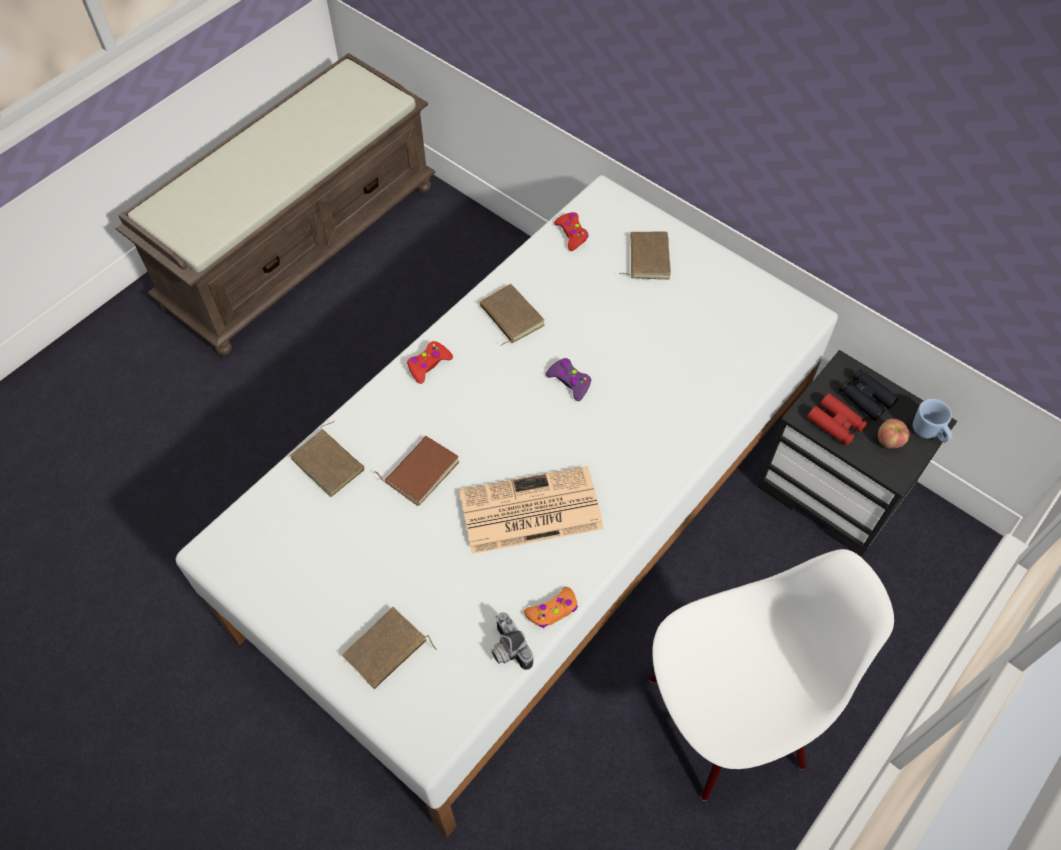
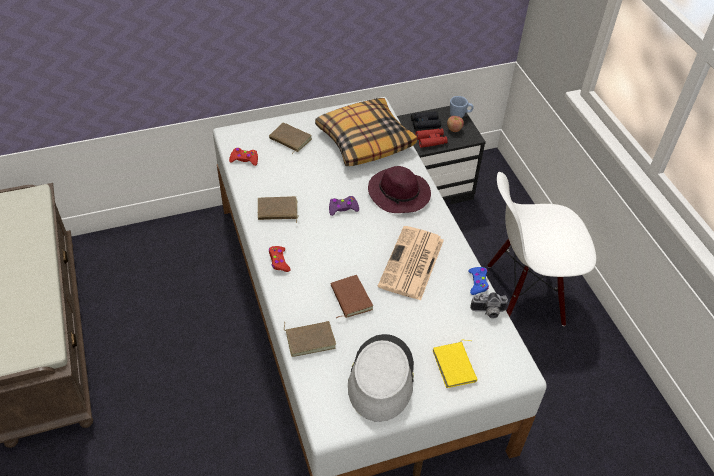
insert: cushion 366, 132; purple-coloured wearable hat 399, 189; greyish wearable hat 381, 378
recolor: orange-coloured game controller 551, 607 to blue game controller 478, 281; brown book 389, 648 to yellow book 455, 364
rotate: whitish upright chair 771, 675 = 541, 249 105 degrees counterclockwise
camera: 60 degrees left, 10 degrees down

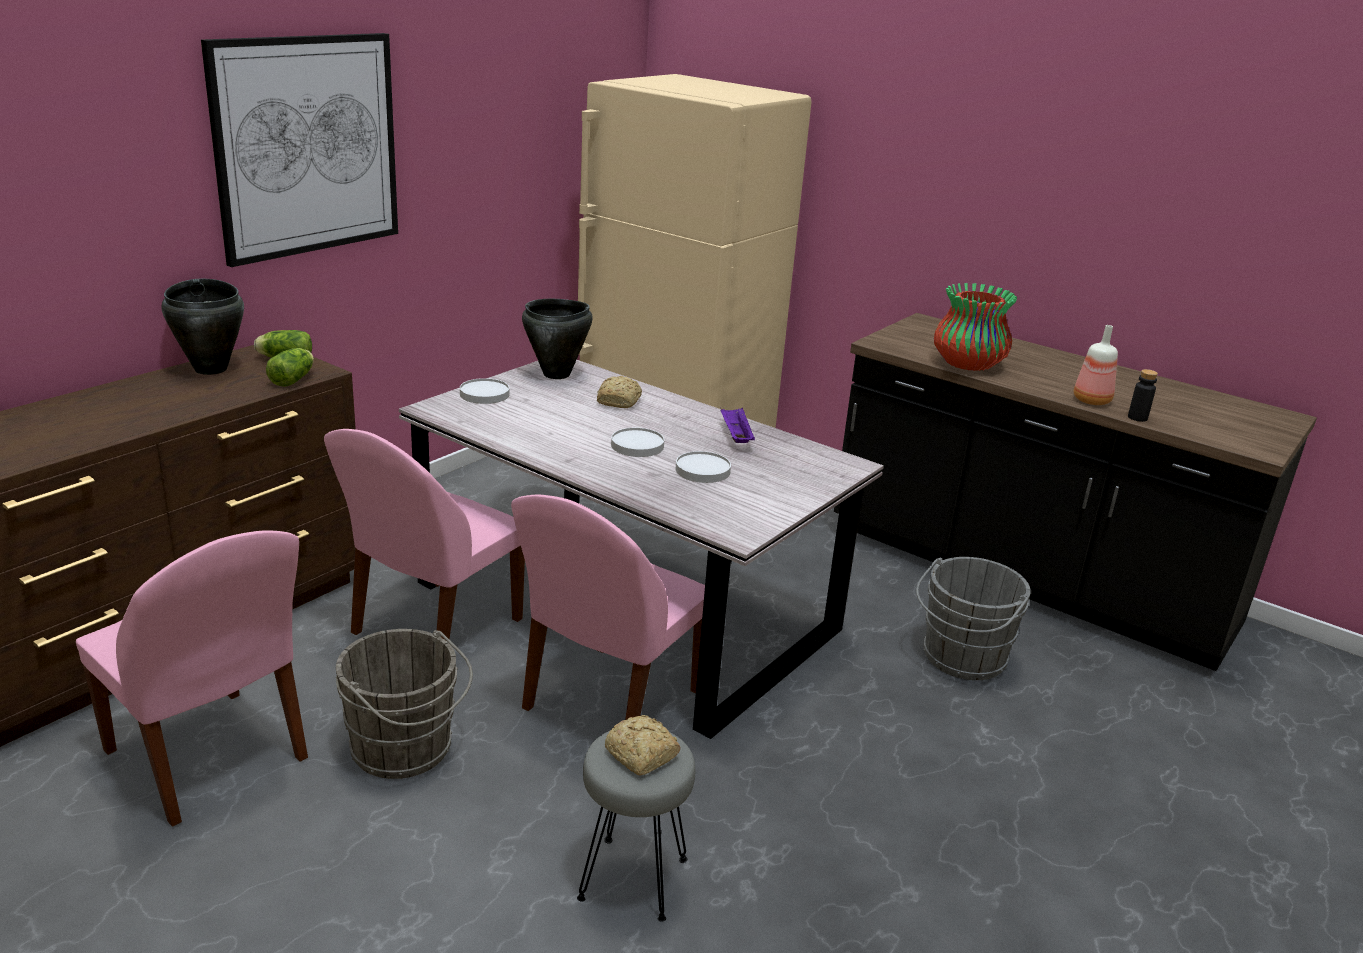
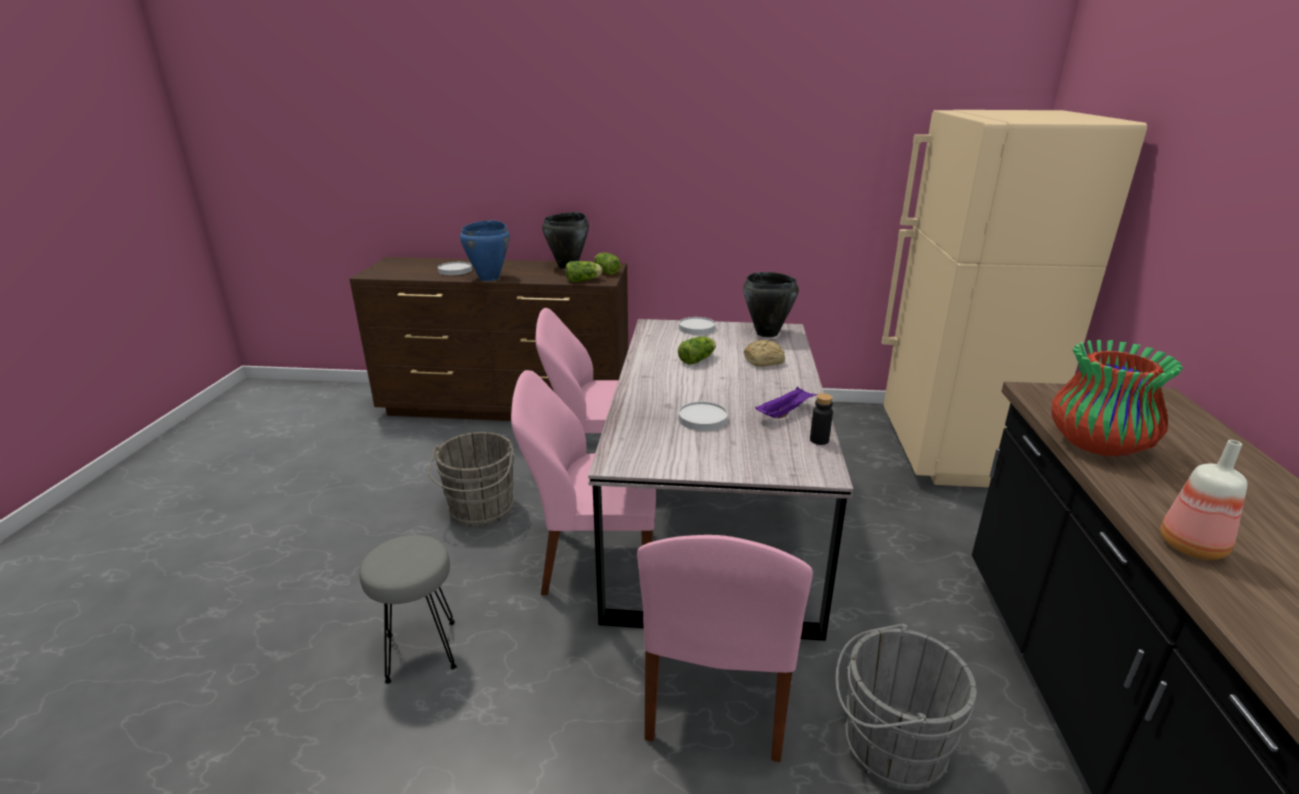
delete: picture 299, 150; bread 642, 745
insert: blue cooking pot 485, 250; lettuce head 697, 350
move: black bottle 1143, 395 to 821, 419; whitish flat dish 637, 442 to 455, 268; pink upright chair 192, 678 to 725, 648
camera: 60 degrees right, 0 degrees up

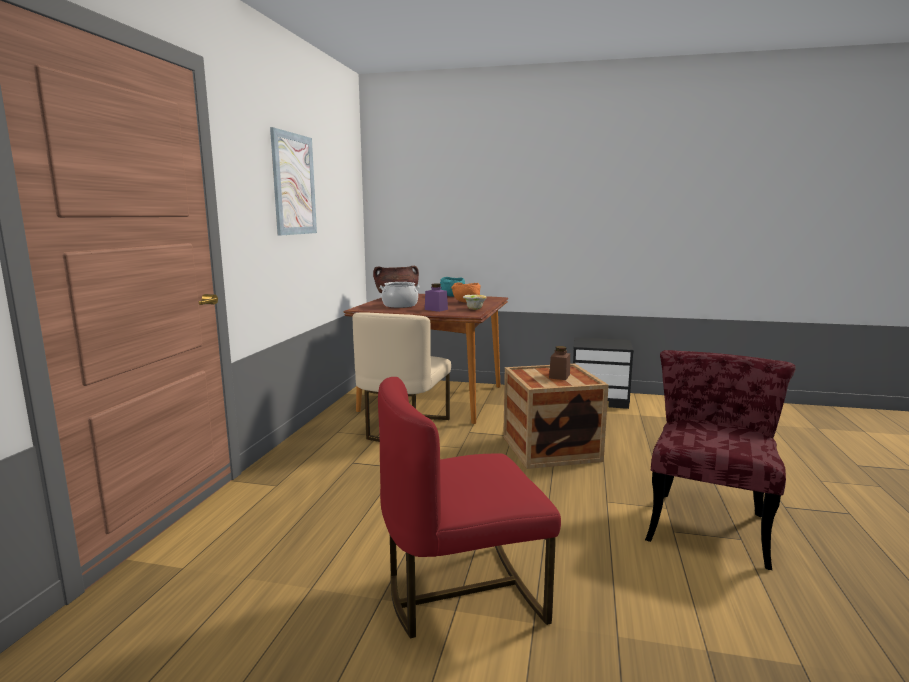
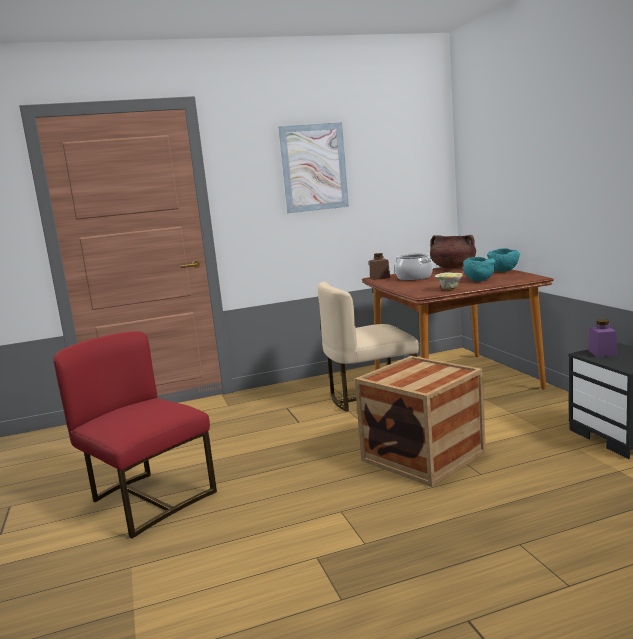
delete: red-coloured upright chair 720, 460
move: purple-coloured preserve jar 436, 297 to 602, 338; brown preserve jar 559, 363 to 379, 266
recolor: orange-coloured bowl 466, 292 to blue-green bowl 479, 269
camera: 60 degrees right, 0 degrees up

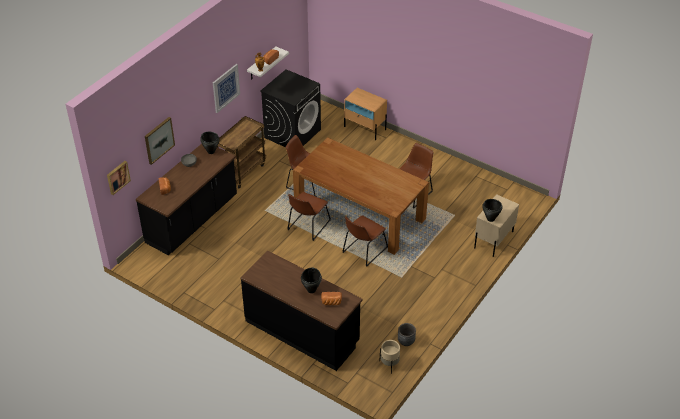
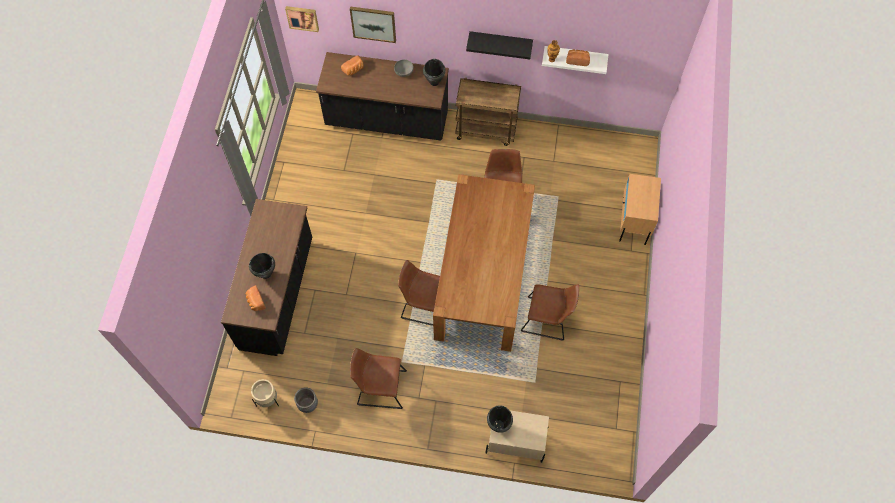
delete: black laundry machine 290, 108
move: brown upright chair 309, 216 to 378, 378
replace: picture 226, 88 to black wall shelf 499, 45
camera: 65 degrees right, 20 degrees up

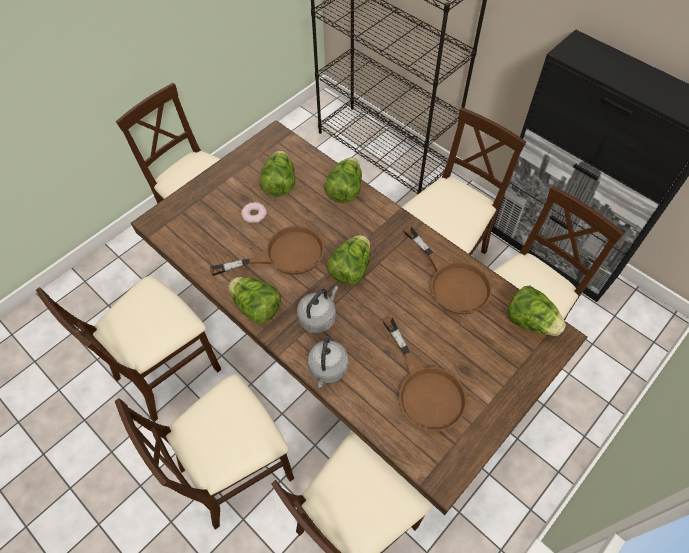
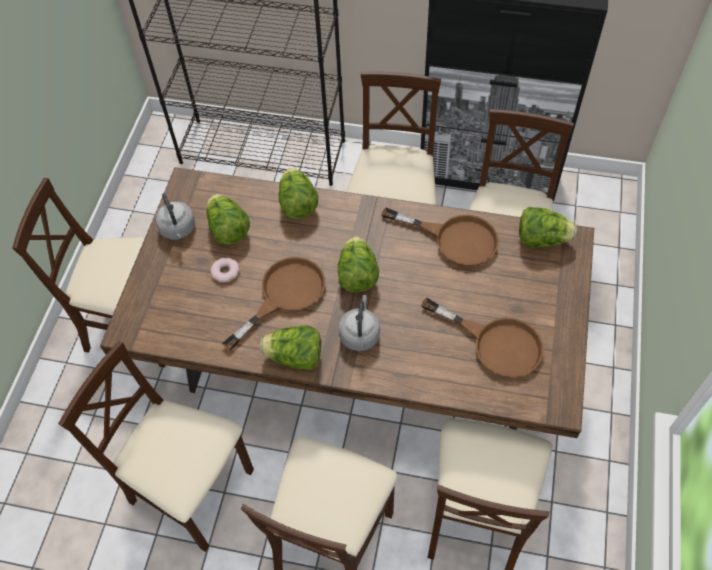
move: greyish kettle 328, 361 to 175, 216
rotate: beige-coloured upright chair 128, 349 = 156, 446 105 degrees clockwise
camera: 30 degrees left, 0 degrees up

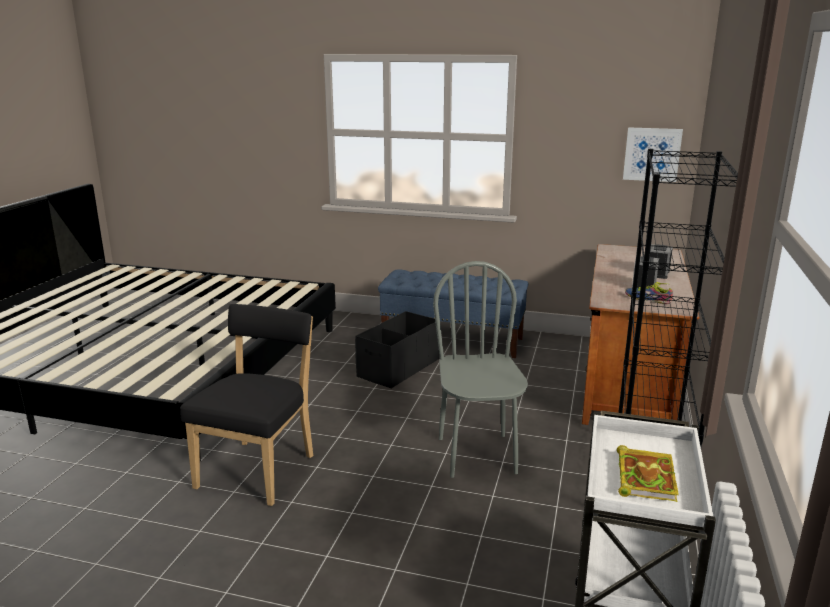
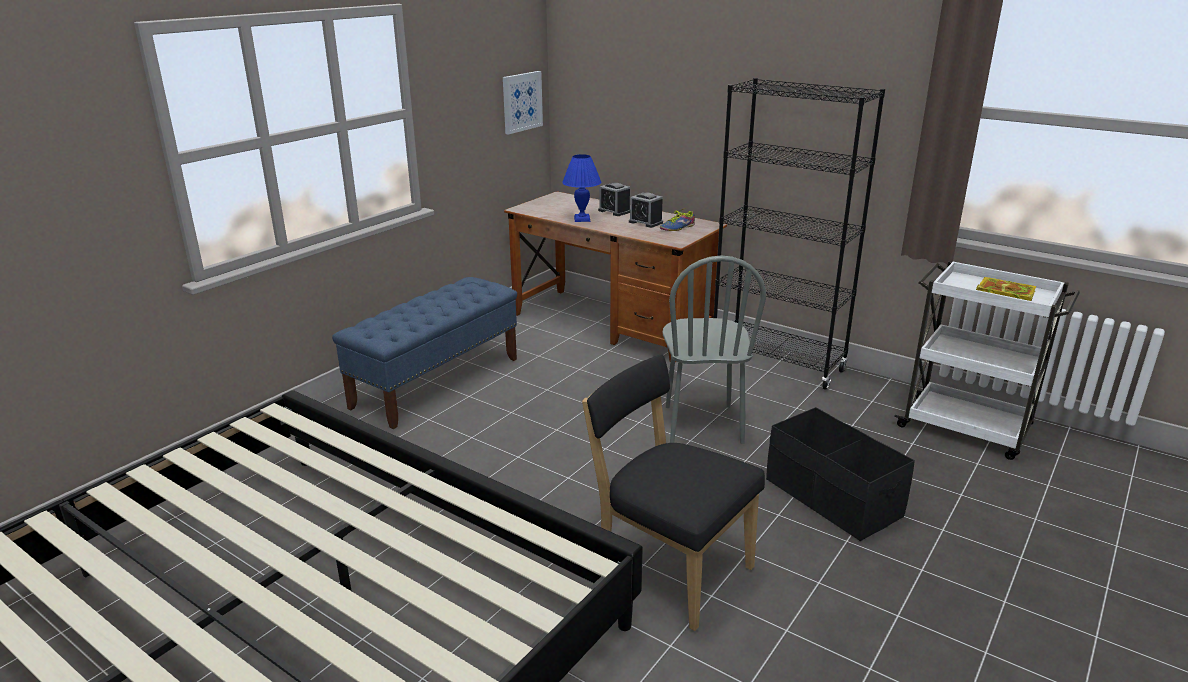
insert: blue lamp for a table 581, 188
move: black storage box 397, 350 to 840, 474
rotate: greyish upright chair 480, 369 = 714, 350 105 degrees counterclockwise
camera: 70 degrees left, 5 degrees up

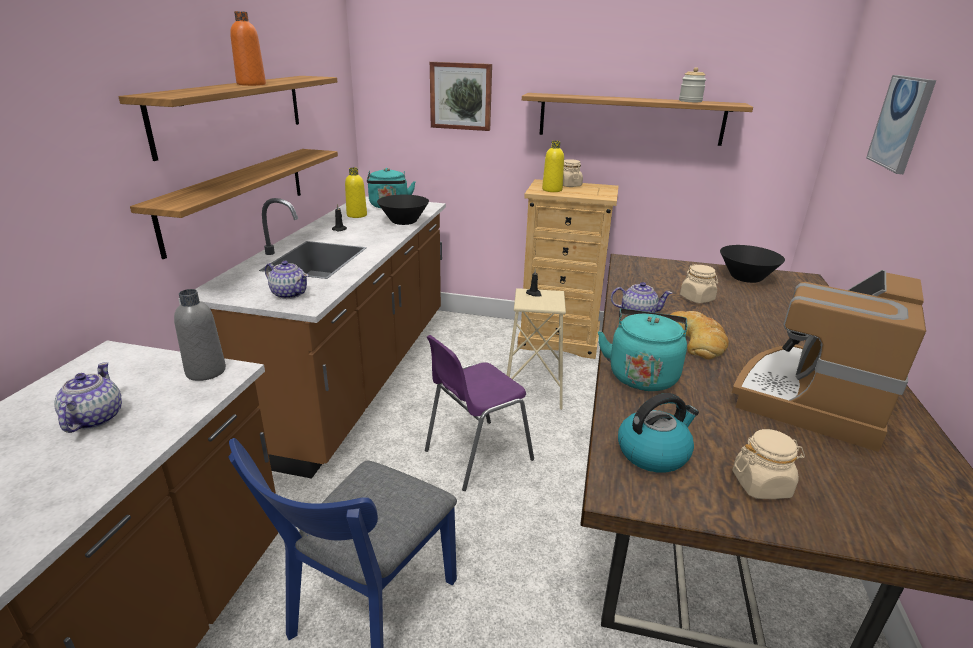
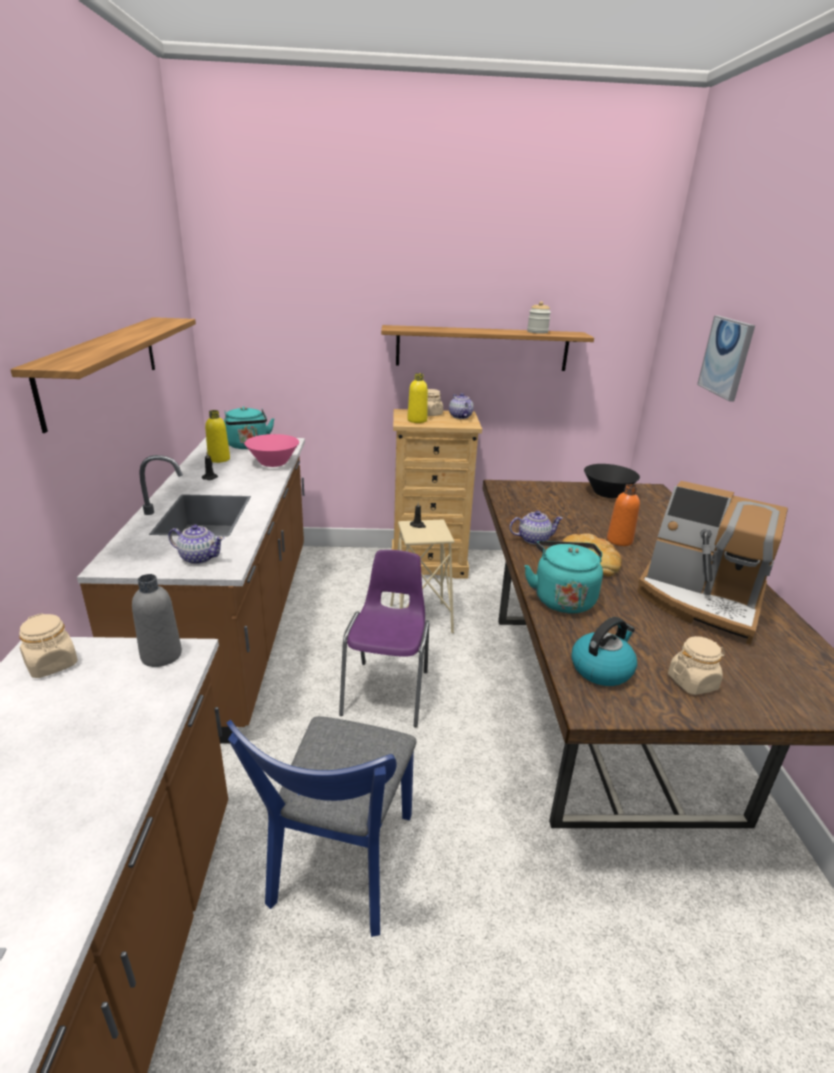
delete: picture 461, 96; wall shelf 234, 204
move: orange-coloured bottle 248, 48 to 623, 515; beige-coloured preserve jar 699, 283 to 48, 645; pot for tea 88, 397 to 461, 406
recolor: black bowl 403, 210 to pink bowl 272, 450
rotate: coffee maker 829, 361 = 712, 563 75 degrees counterclockwise; purple-coloured upright chair 479, 413 = 384, 638 150 degrees clockwise
camera: 15 degrees left, 0 degrees up

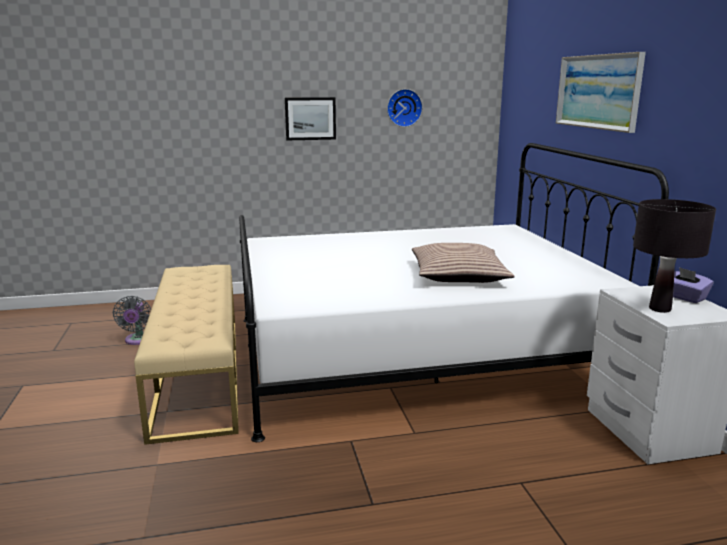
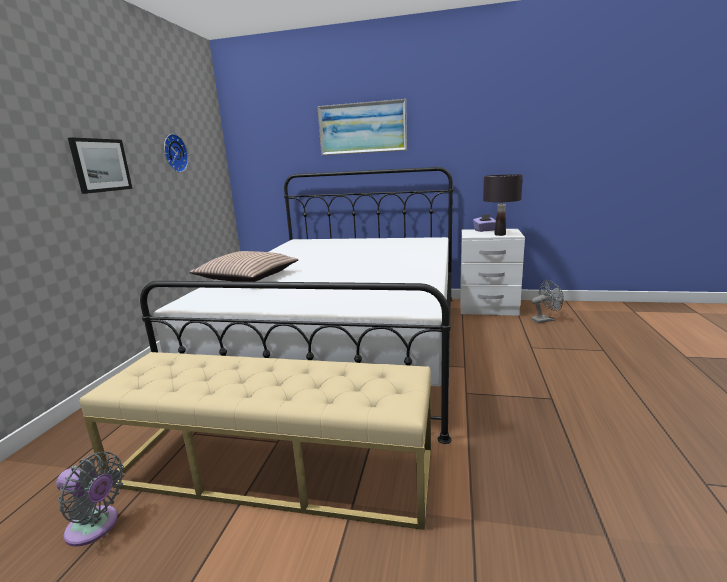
insert: greyish fan 547, 301
move: cushion 463, 263 to 243, 266
camera: 65 degrees left, 0 degrees up

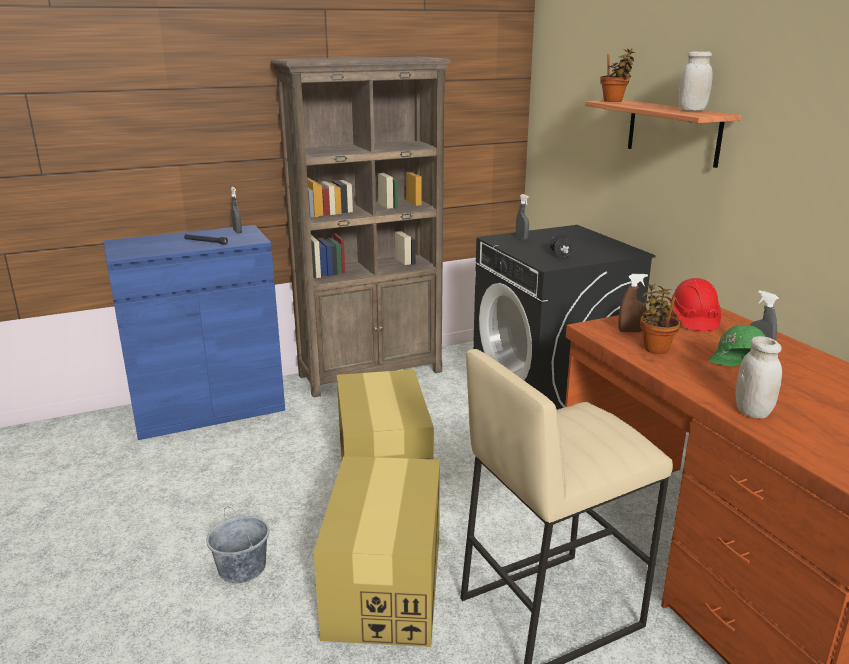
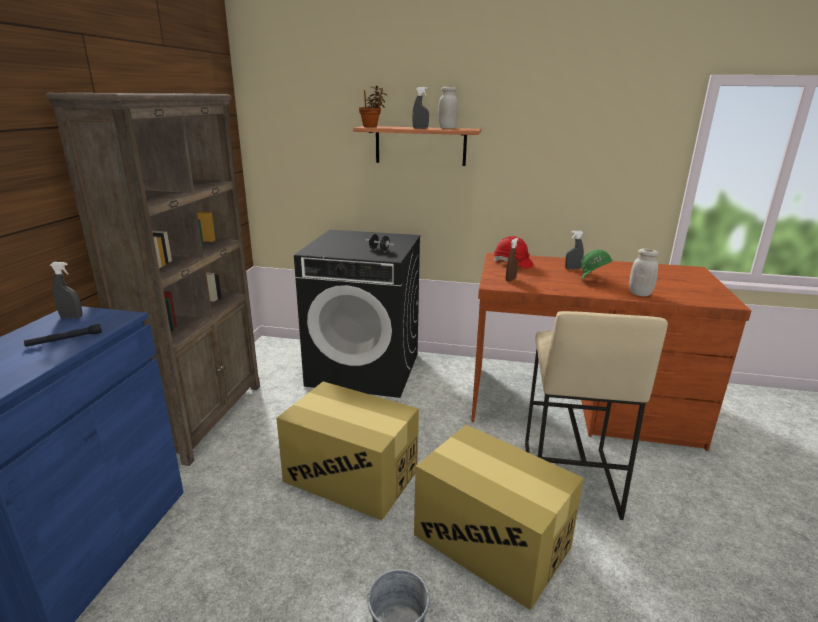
delete: potted plant 660, 318
move: greyish hand sprayer 522, 217 to 420, 108
camera: 55 degrees left, 0 degrees up

